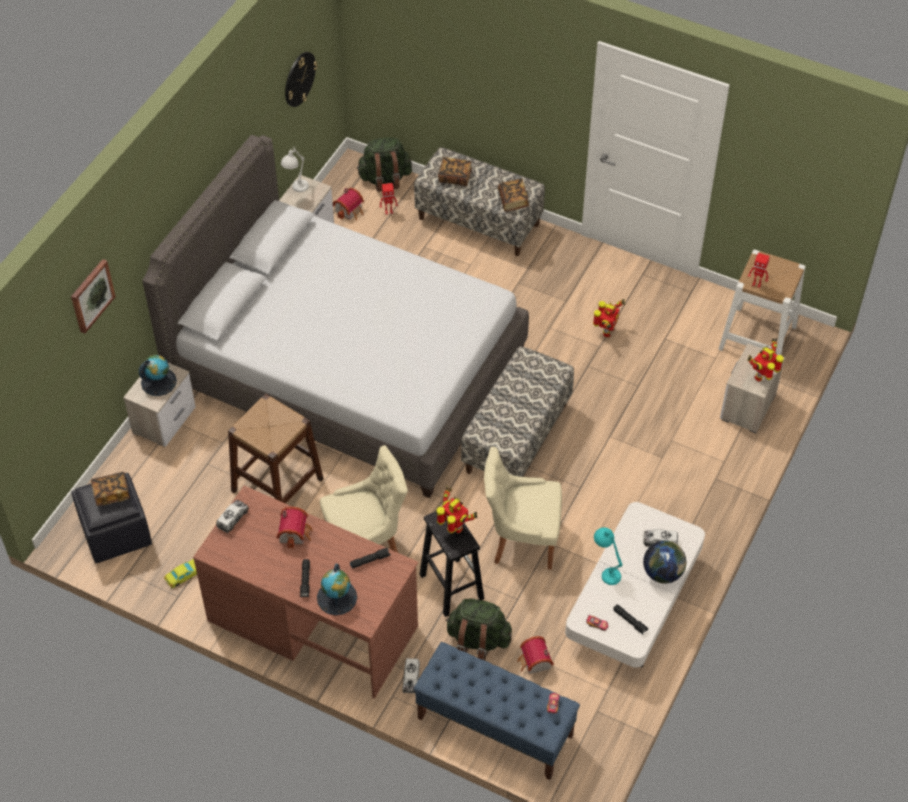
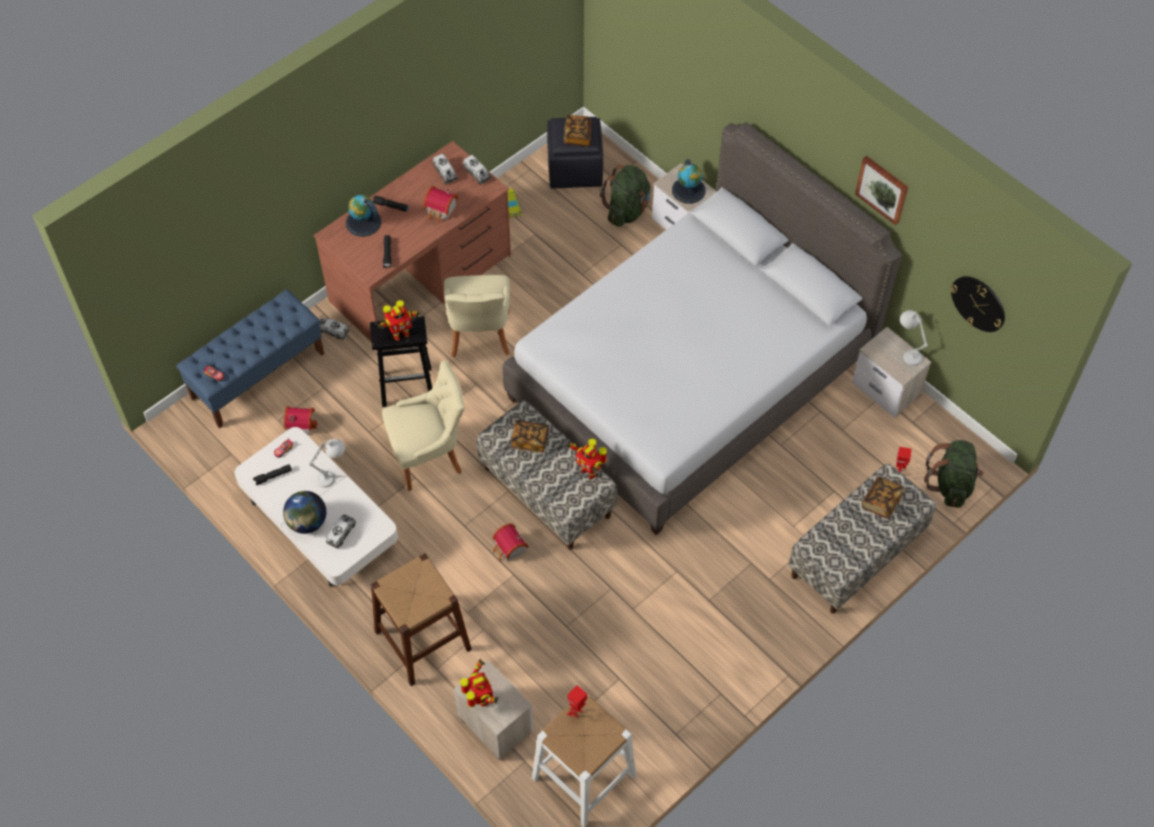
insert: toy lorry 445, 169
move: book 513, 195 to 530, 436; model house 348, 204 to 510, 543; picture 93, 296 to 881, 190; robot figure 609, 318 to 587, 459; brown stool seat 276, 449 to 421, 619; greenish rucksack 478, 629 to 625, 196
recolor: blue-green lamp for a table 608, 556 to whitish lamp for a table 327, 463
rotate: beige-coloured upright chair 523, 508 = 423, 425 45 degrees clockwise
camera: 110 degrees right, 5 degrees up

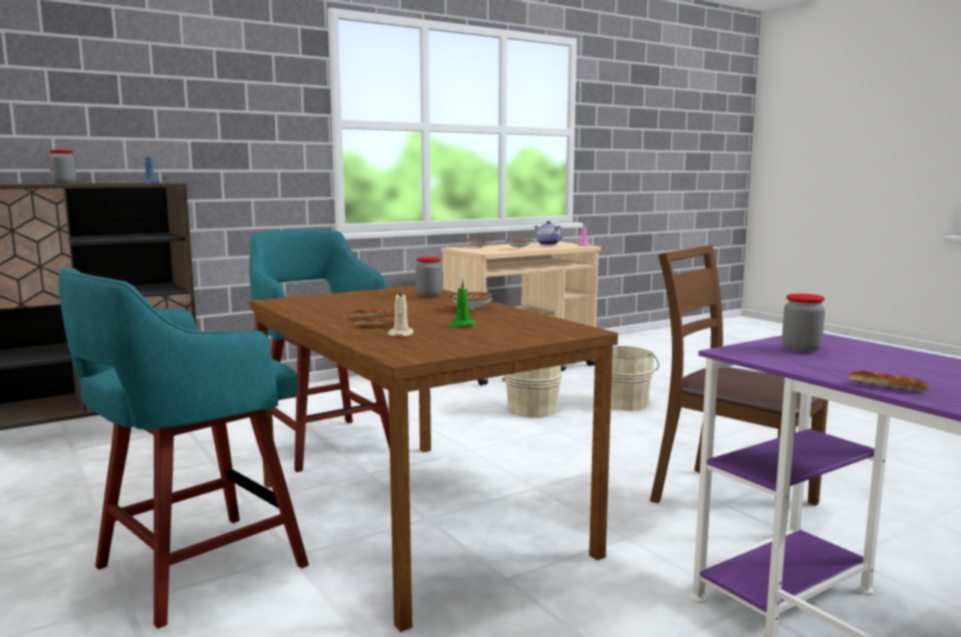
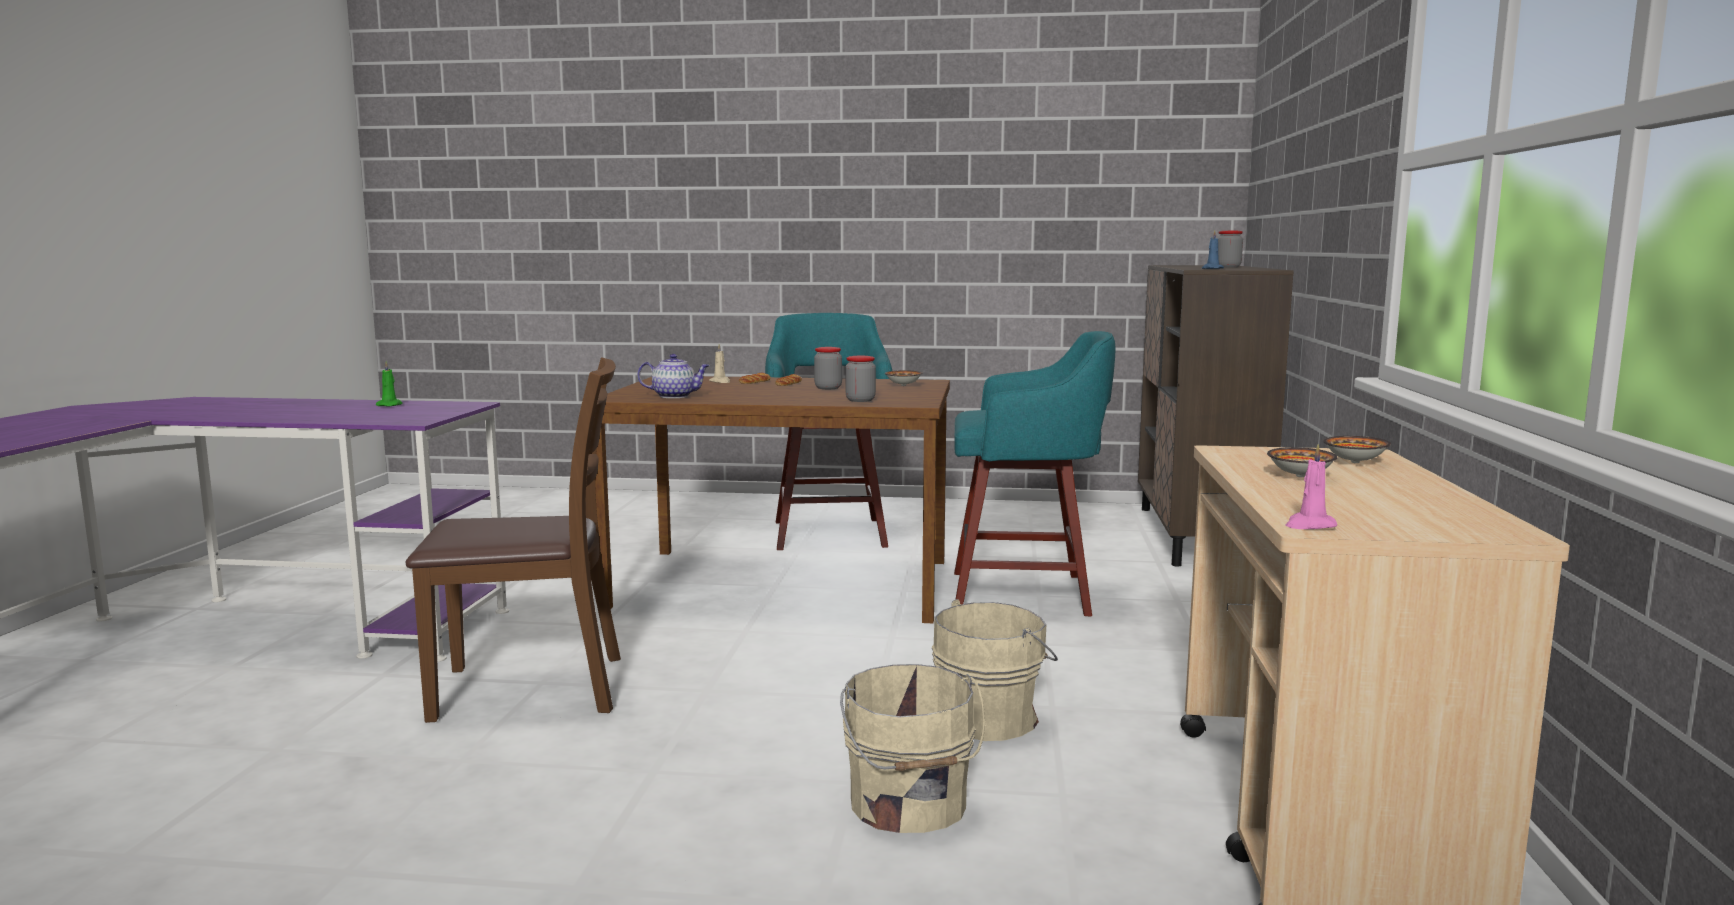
delete: bread 889, 380
move: pot for tea 549, 233 to 673, 376; greenish wax light 462, 303 to 389, 384; bowl 472, 301 to 903, 378; preserve jar 803, 323 to 828, 368
camera: 130 degrees right, 0 degrees up

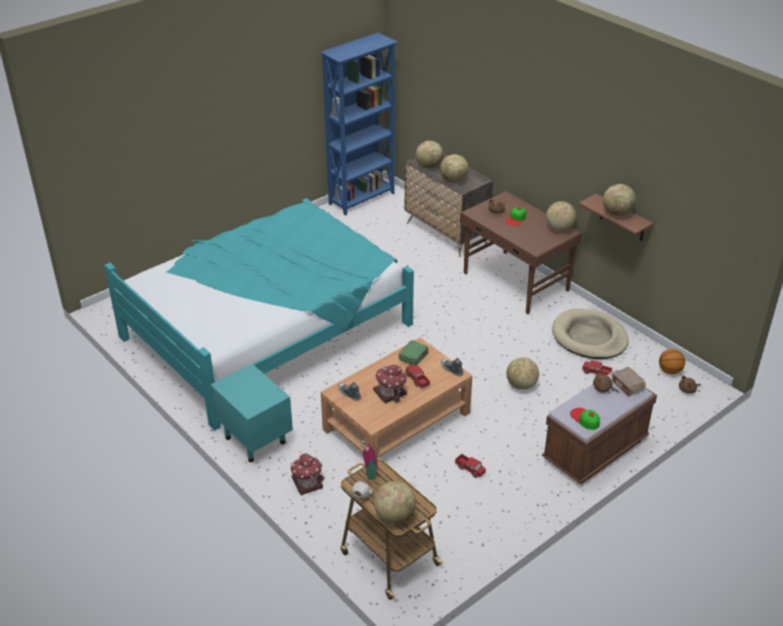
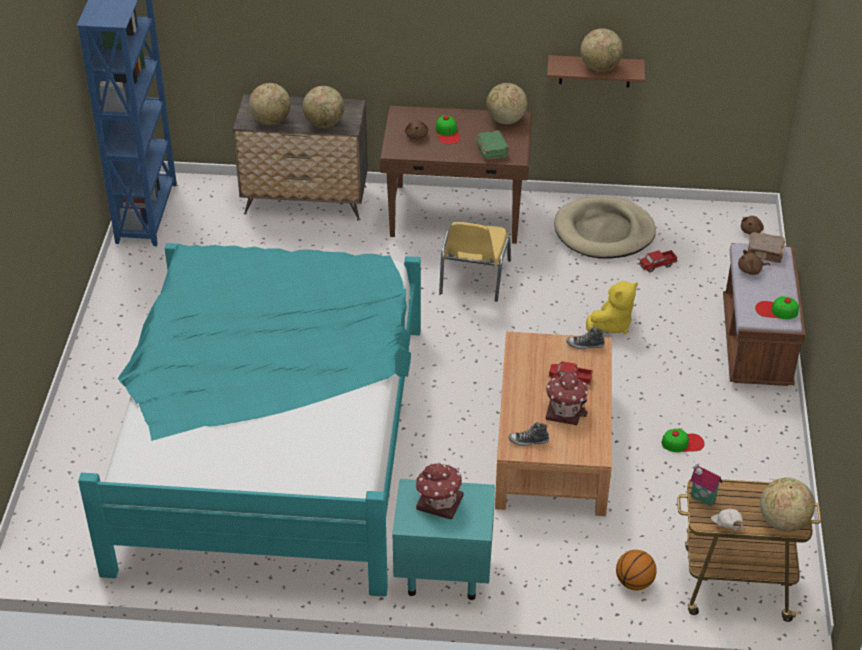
insert: yellow upright chair 475, 262
move: greenish book 413, 353 to 492, 145; ball for basketball 672, 361 to 636, 570; model house 307, 474 to 440, 491
replace: desk globe 522, 373 to yellow plush toy 612, 307; toy lorry 470, 465 to cap 683, 440
camera: 45 degrees left, 5 degrees up

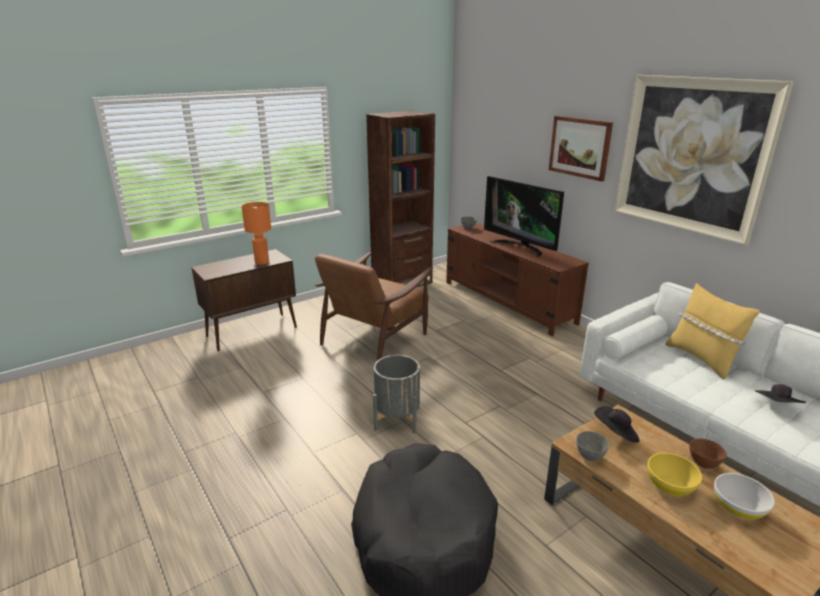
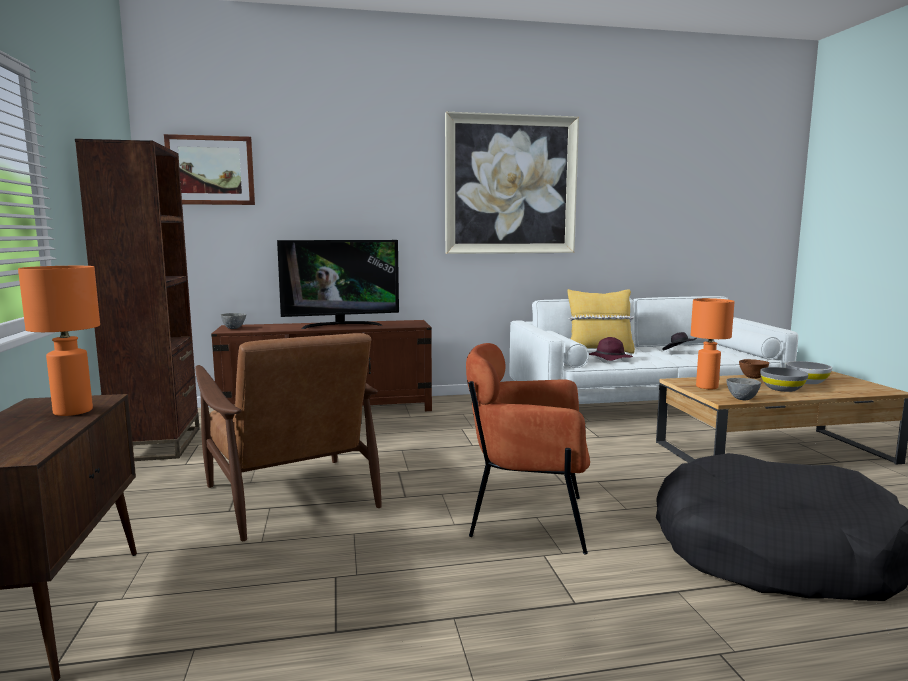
insert: purple-coloured wearable hat 611, 349
move: picture 581, 149 to 209, 169
replace: greyish flower pot 396, 394 to brown easy chair 528, 449; black wearable hat 617, 424 to orange-coloured lamp for a table 713, 343
recolor: yellow bowl 674, 474 to greyish bowl 784, 379
camera: 65 degrees left, 15 degrees down

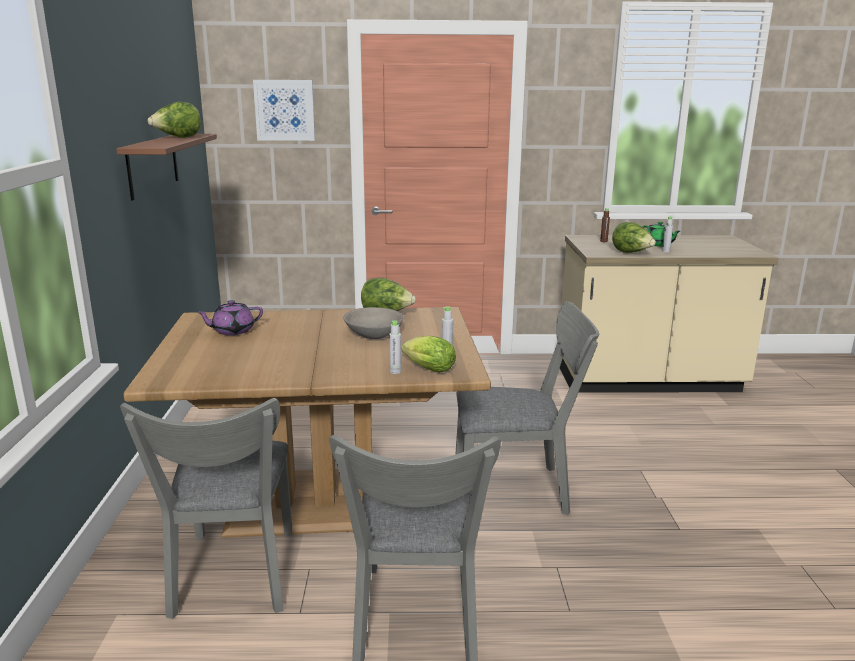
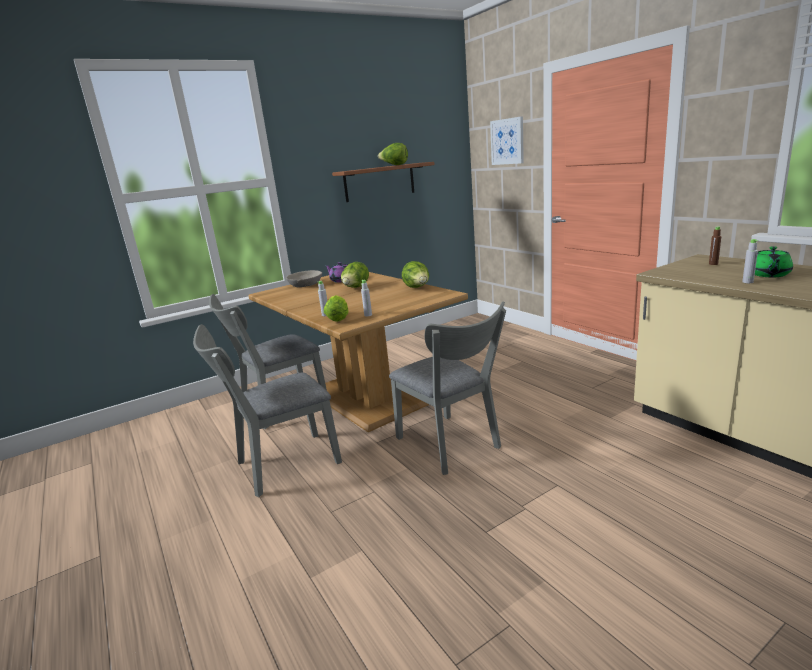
move: lettuce head 634, 237 to 355, 275; greyish bowl 373, 323 to 304, 278
camera: 60 degrees right, 0 degrees up

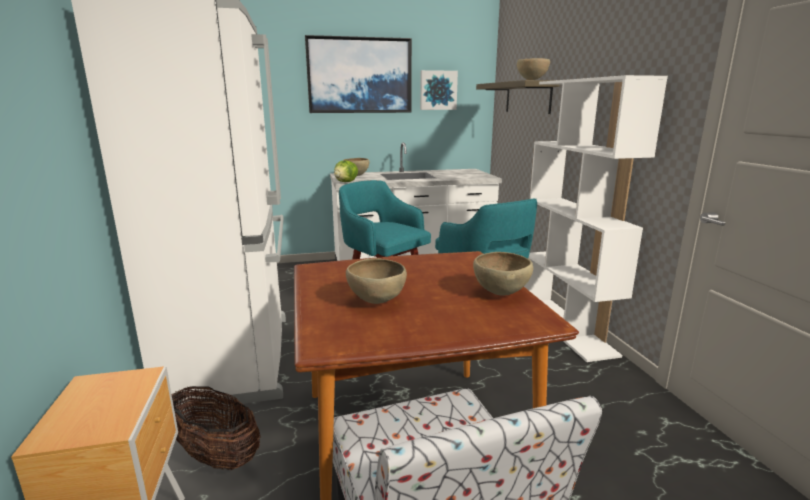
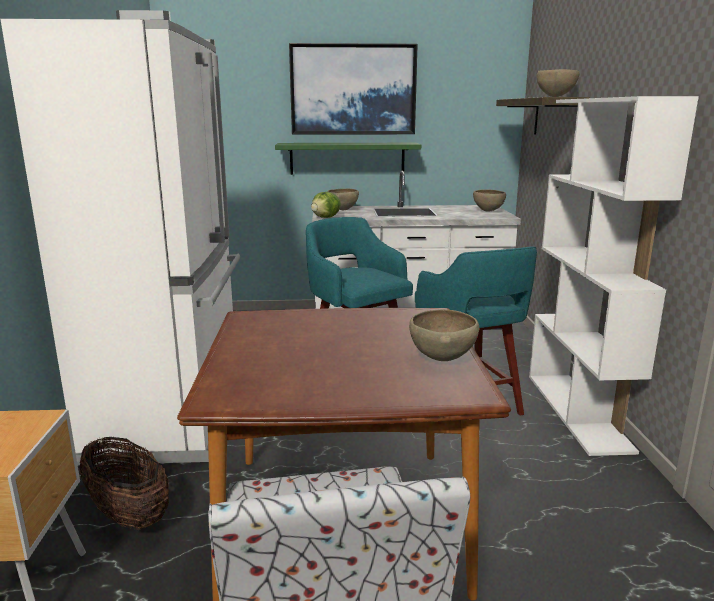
delete: picture 439, 90
insert: greenish wall shelf 348, 159
move: brown bowl 376, 281 to 489, 200
camera: 10 degrees right, 0 degrees up

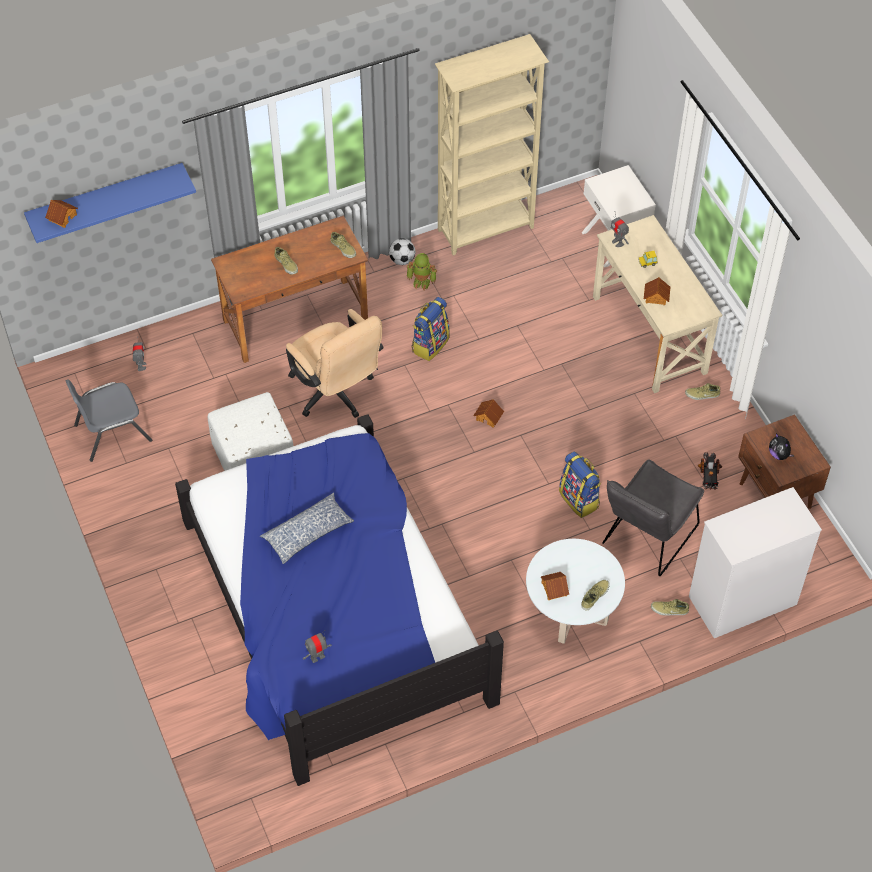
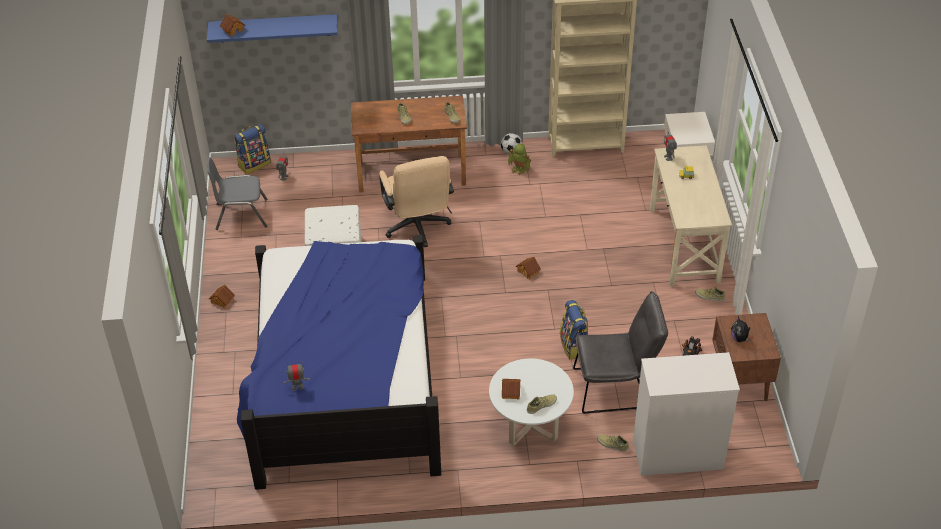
delete: cushion 307, 528
move: model house 657, 291 to 222, 296; rucksack 431, 329 to 252, 149
rotate: greyish upright chair 653, 517 = 620, 352 150 degrees counterclockwise
camera: 20 degrees right, 10 degrees down

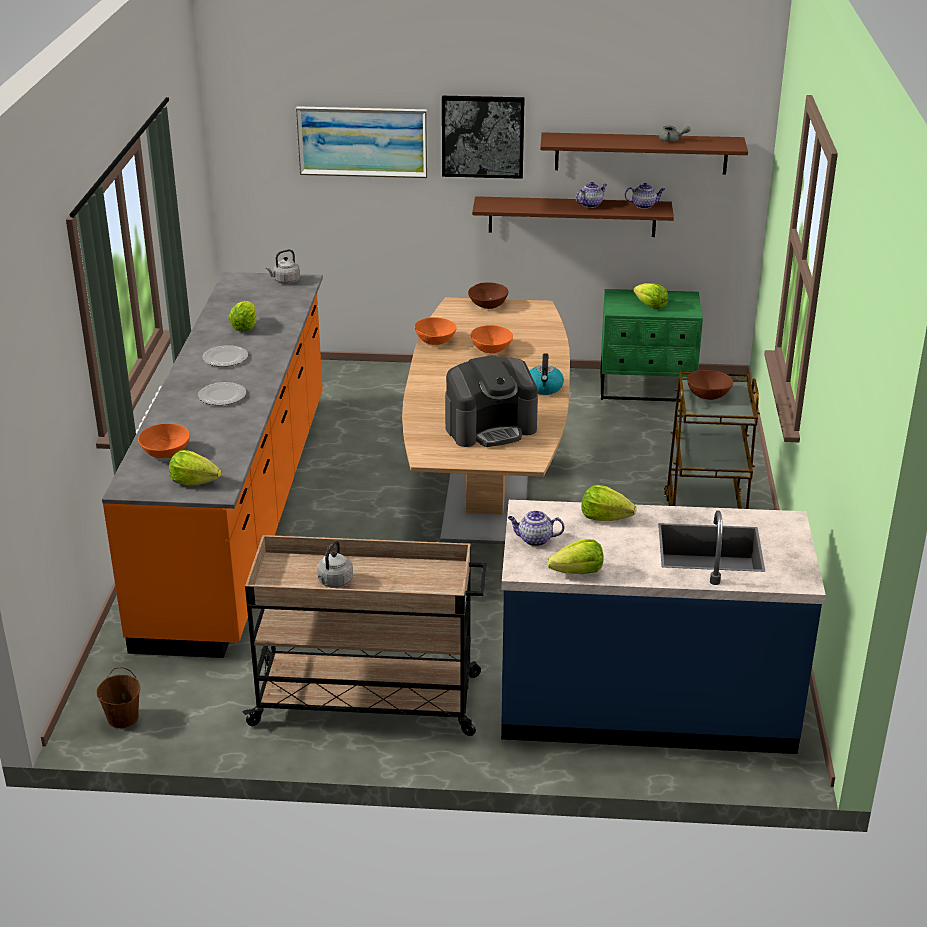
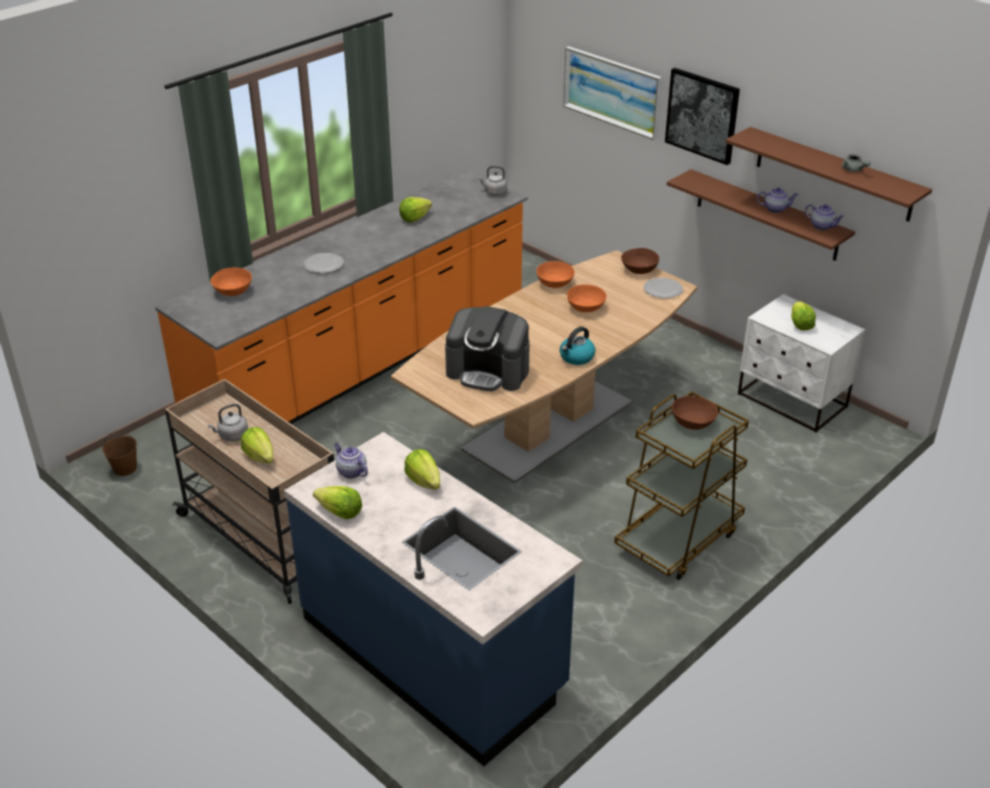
move: flat dish 225, 356 to 663, 288; lettuce head 195, 467 to 257, 445
recolor: greenish night table 651, 345 to whitish night table 802, 363
camera: 40 degrees right, 5 degrees up

